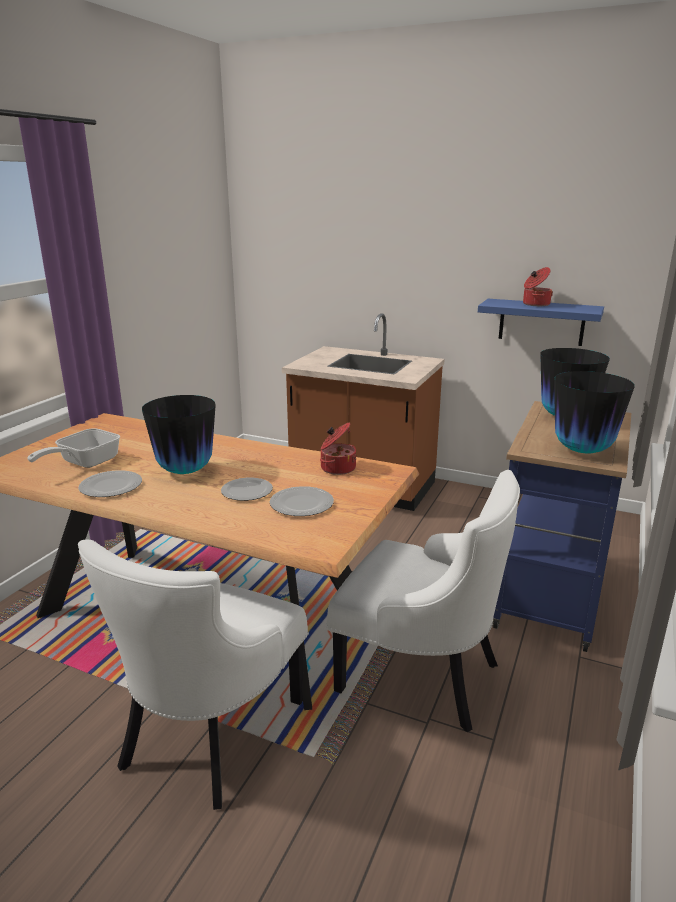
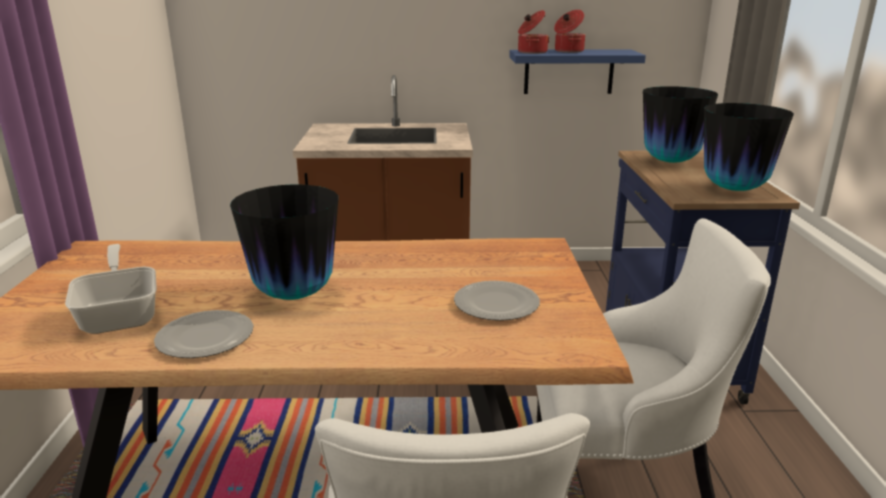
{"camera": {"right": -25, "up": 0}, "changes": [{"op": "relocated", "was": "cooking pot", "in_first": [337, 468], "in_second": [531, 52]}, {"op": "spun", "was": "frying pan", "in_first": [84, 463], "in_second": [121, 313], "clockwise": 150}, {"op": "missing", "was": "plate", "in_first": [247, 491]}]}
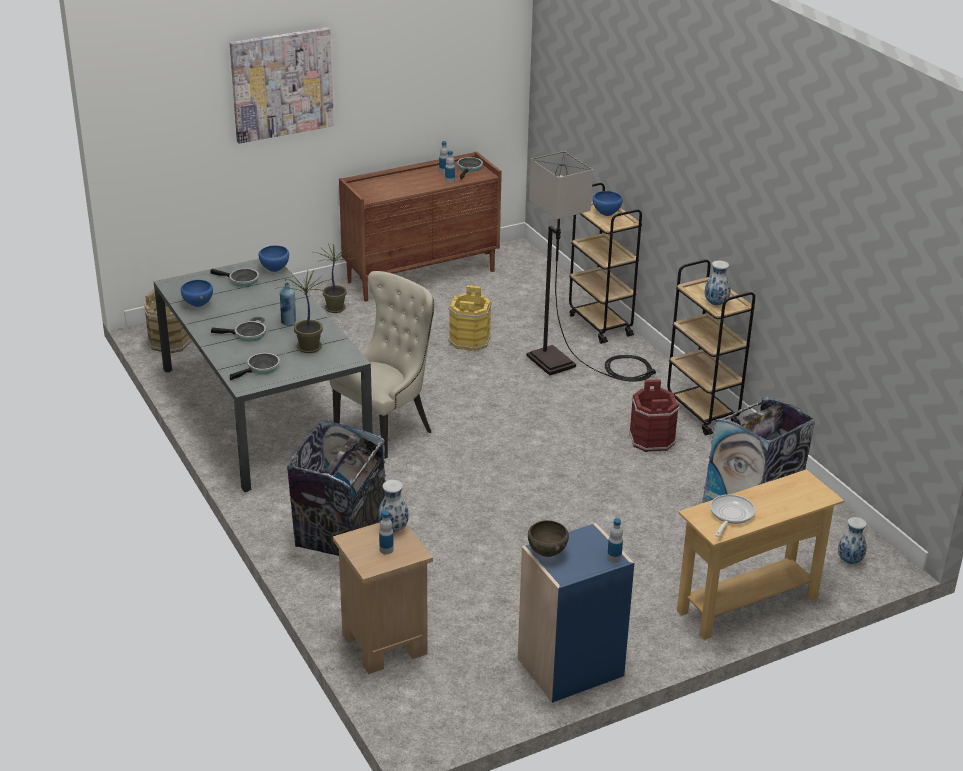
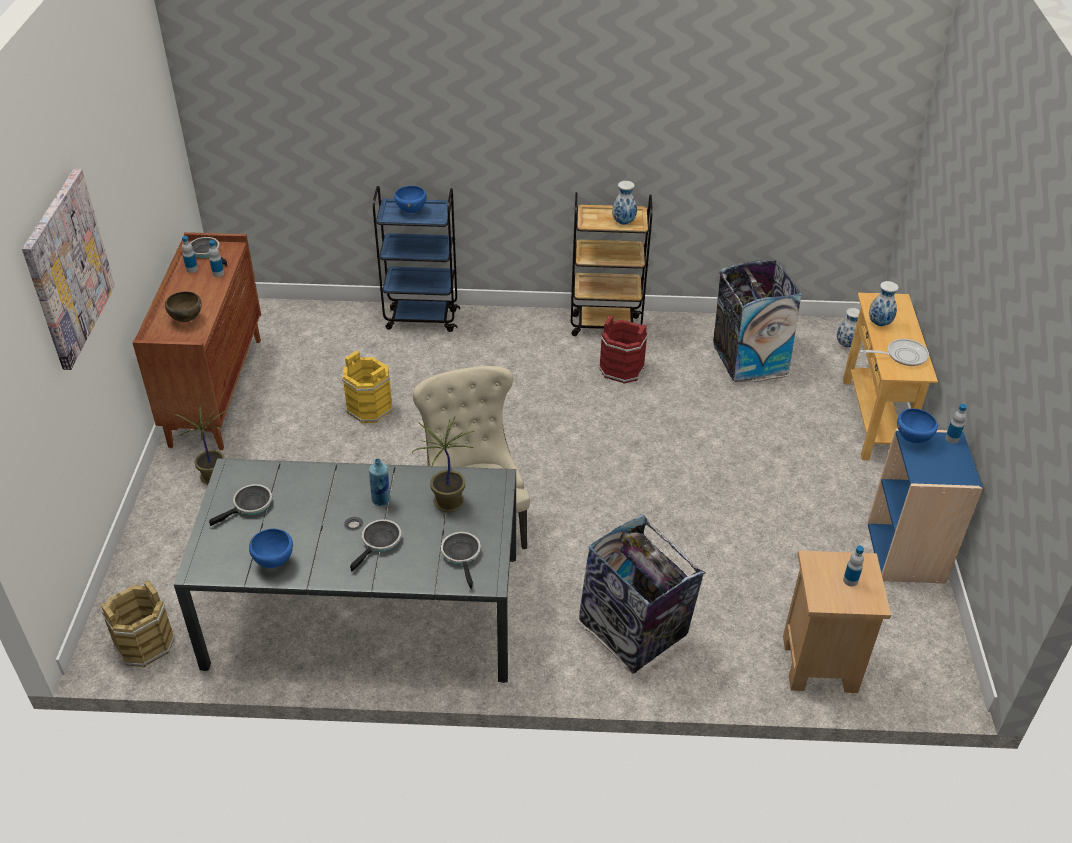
{"camera": {"right": -60, "up": 10}, "changes": [{"op": "missing", "was": "floor lamp", "in_first": [593, 367]}, {"op": "colour", "was": "brown cart", "now": "blue cart", "in_first": [601, 326], "in_second": [422, 319]}, {"op": "relocated", "was": "blue bowl", "in_first": [275, 270], "in_second": [912, 439]}, {"op": "relocated", "was": "vase", "in_first": [394, 529], "in_second": [879, 323]}, {"op": "spun", "was": "frying pan", "in_first": [730, 515], "in_second": [902, 356], "clockwise": 120}, {"op": "relocated", "was": "brown bowl", "in_first": [547, 553], "in_second": [186, 319]}]}
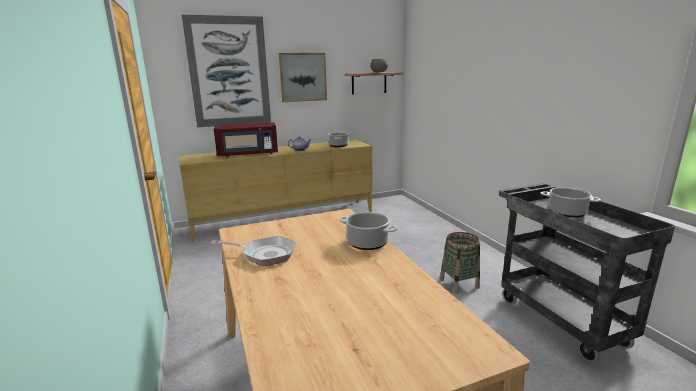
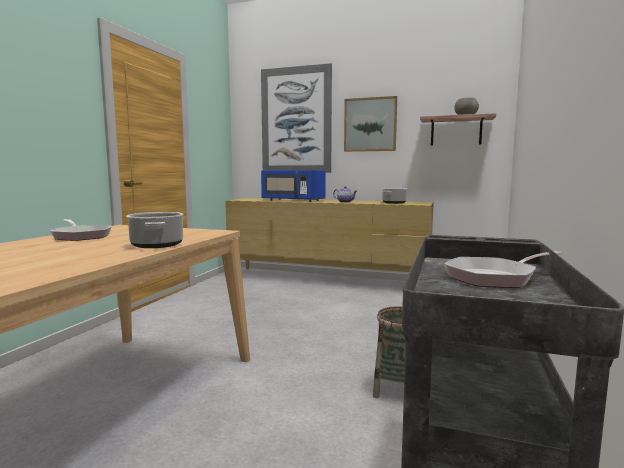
{"camera": {"right": 40, "up": -10}, "changes": [{"op": "colour", "was": "red microwave", "now": "blue microwave", "in_first": [248, 154], "in_second": [292, 200]}, {"op": "exchanged", "was": "cooking pot", "now": "frying pan", "in_first": [567, 212], "in_second": [495, 277]}]}
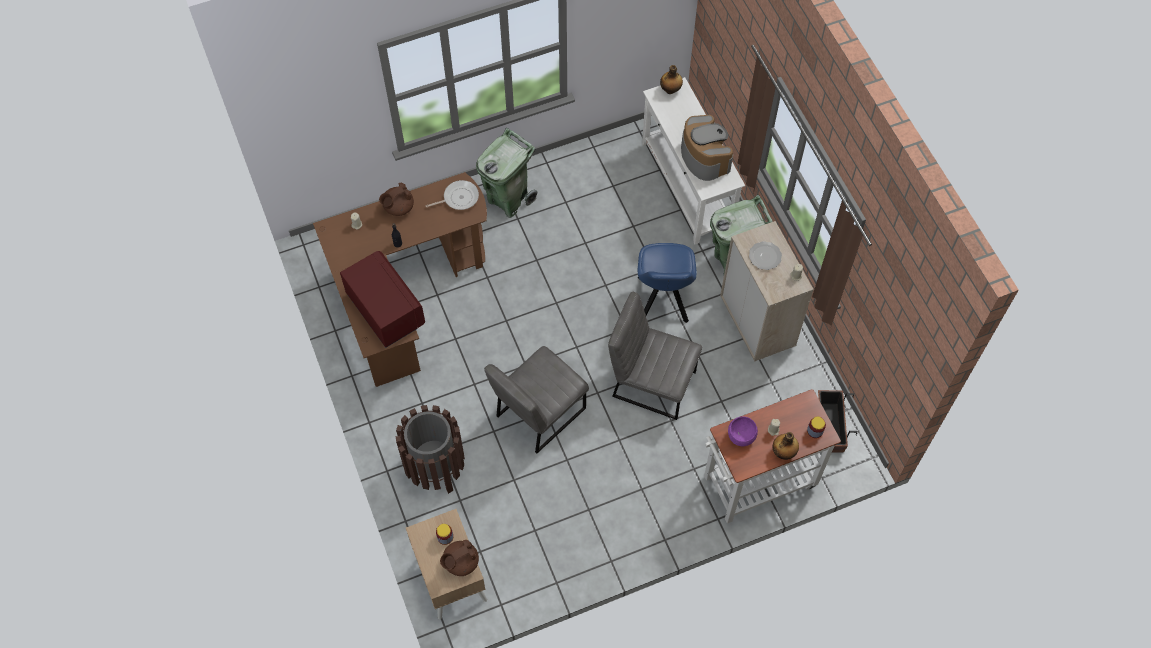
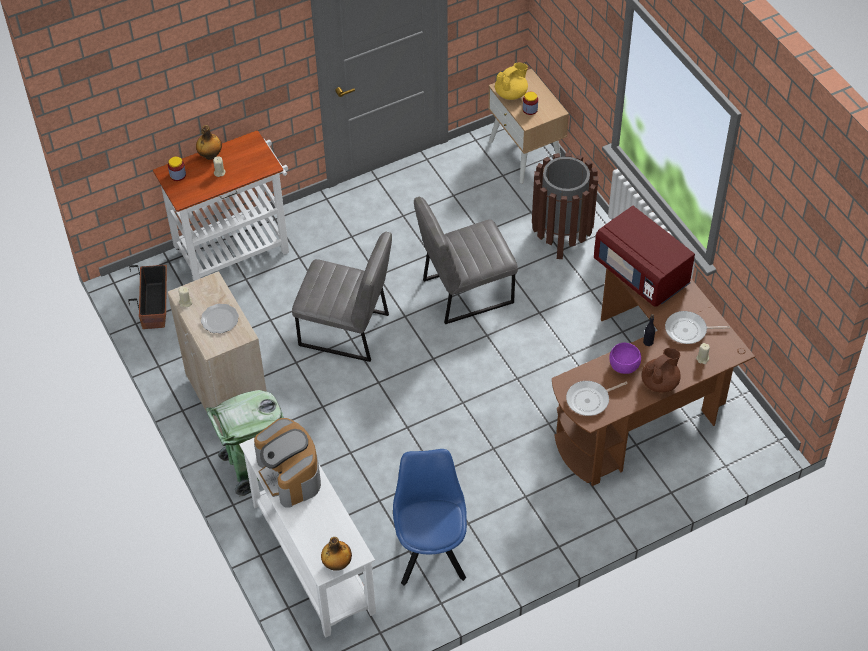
{"camera": {"right": 175, "up": -10}, "changes": [{"op": "missing", "was": "green trash can", "in_first": [508, 199]}, {"op": "relocated", "was": "blue chair", "in_first": [663, 299], "in_second": [430, 553]}, {"op": "spun", "was": "grey chair", "in_first": [538, 413], "in_second": [465, 291], "clockwise": -150}, {"op": "relocated", "was": "purple bowl", "in_first": [740, 436], "in_second": [624, 367]}, {"op": "colour", "was": "brown teapot", "now": "yellow teapot", "in_first": [460, 562], "in_second": [511, 93]}, {"op": "appeared", "now": "frying pan", "in_second": [688, 330]}]}
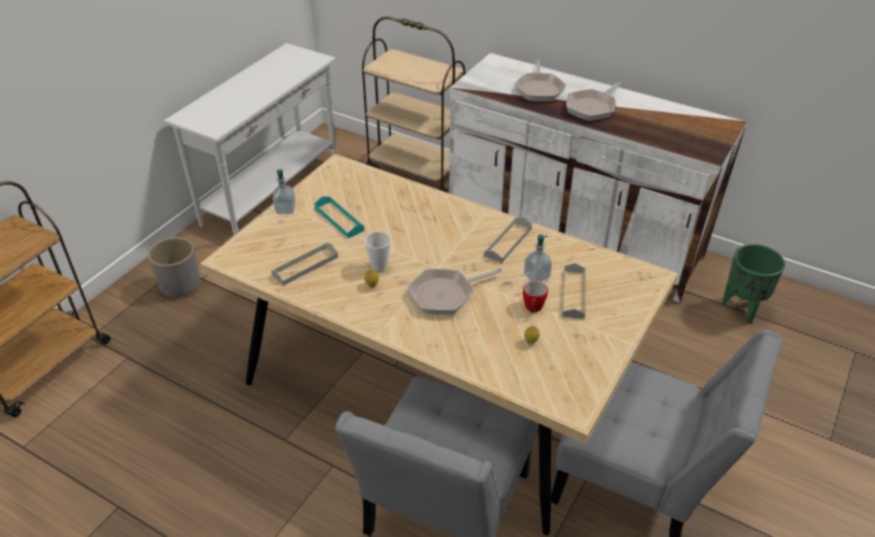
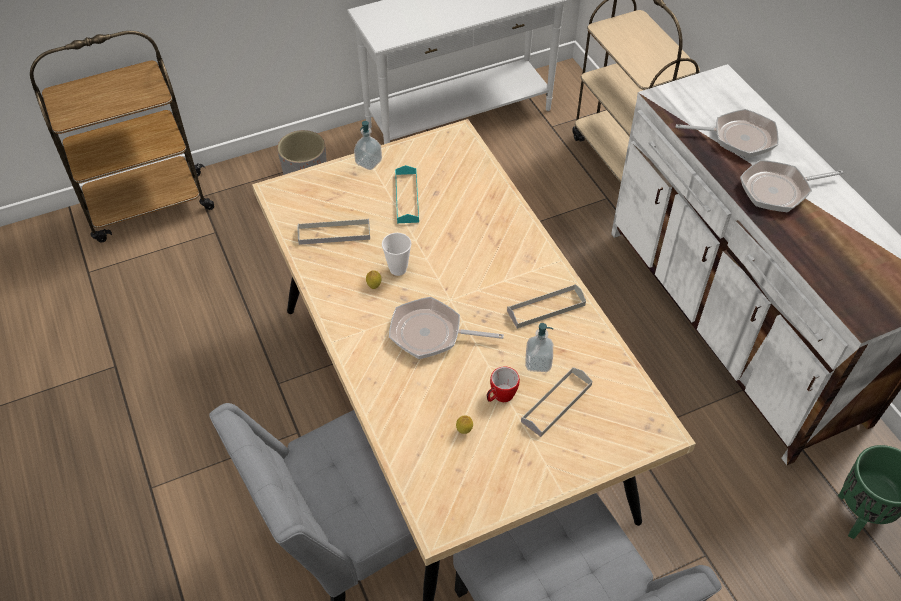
{"camera": {"right": 35, "up": 10}, "changes": [{"op": "spun", "was": "frying pan", "in_first": [539, 89], "in_second": [738, 138], "clockwise": -120}]}
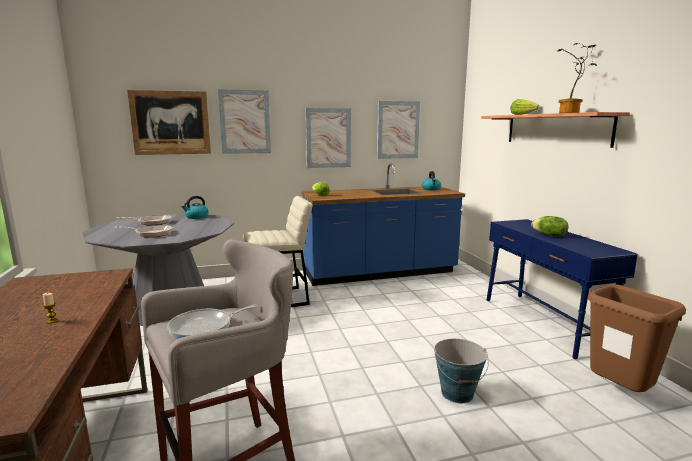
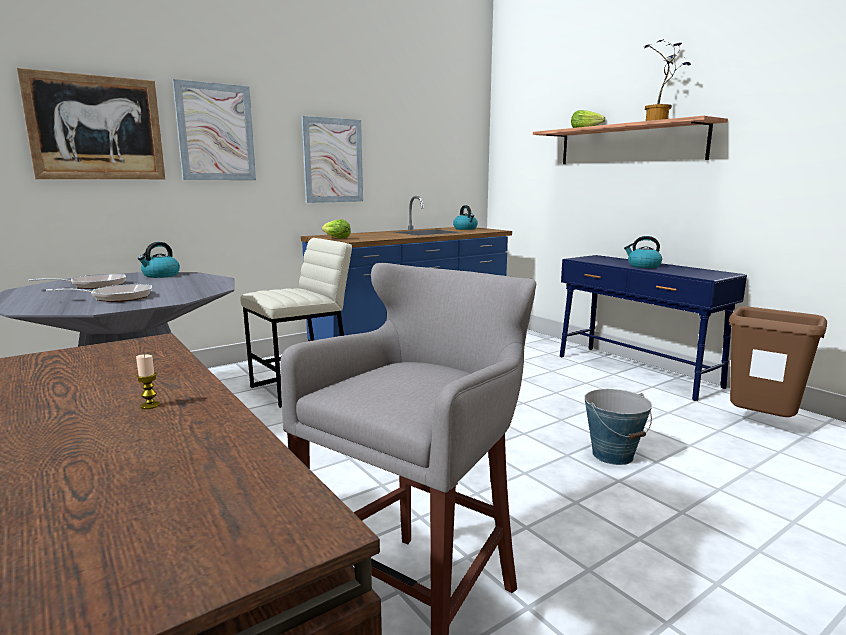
{"camera": {"right": -20, "up": 0}, "changes": [{"op": "missing", "was": "picture", "in_first": [398, 130]}, {"op": "exchanged", "was": "lettuce", "now": "kettle", "in_first": [549, 235], "in_second": [643, 266]}, {"op": "missing", "was": "frying pan", "in_first": [204, 328]}]}
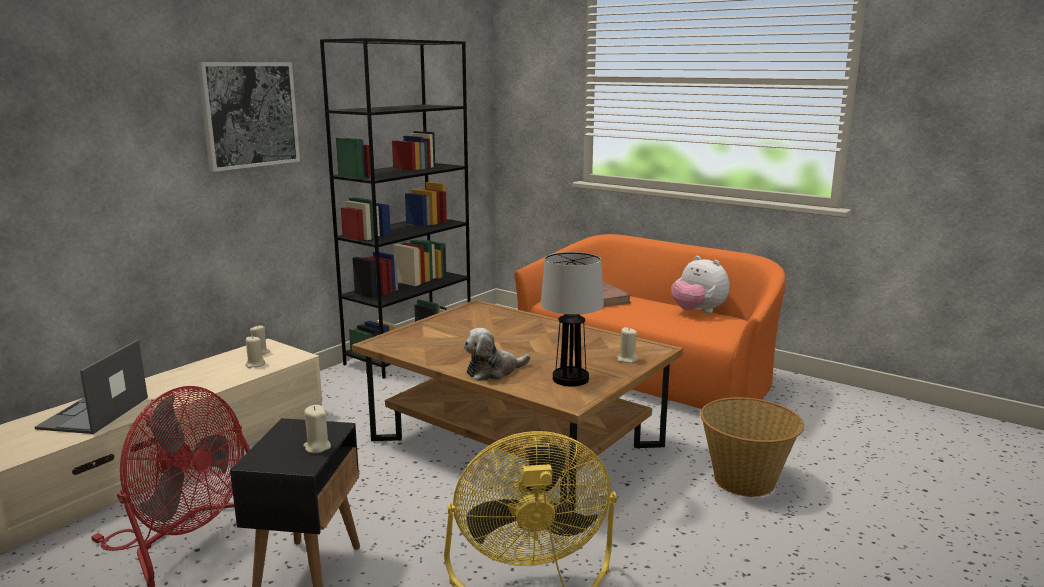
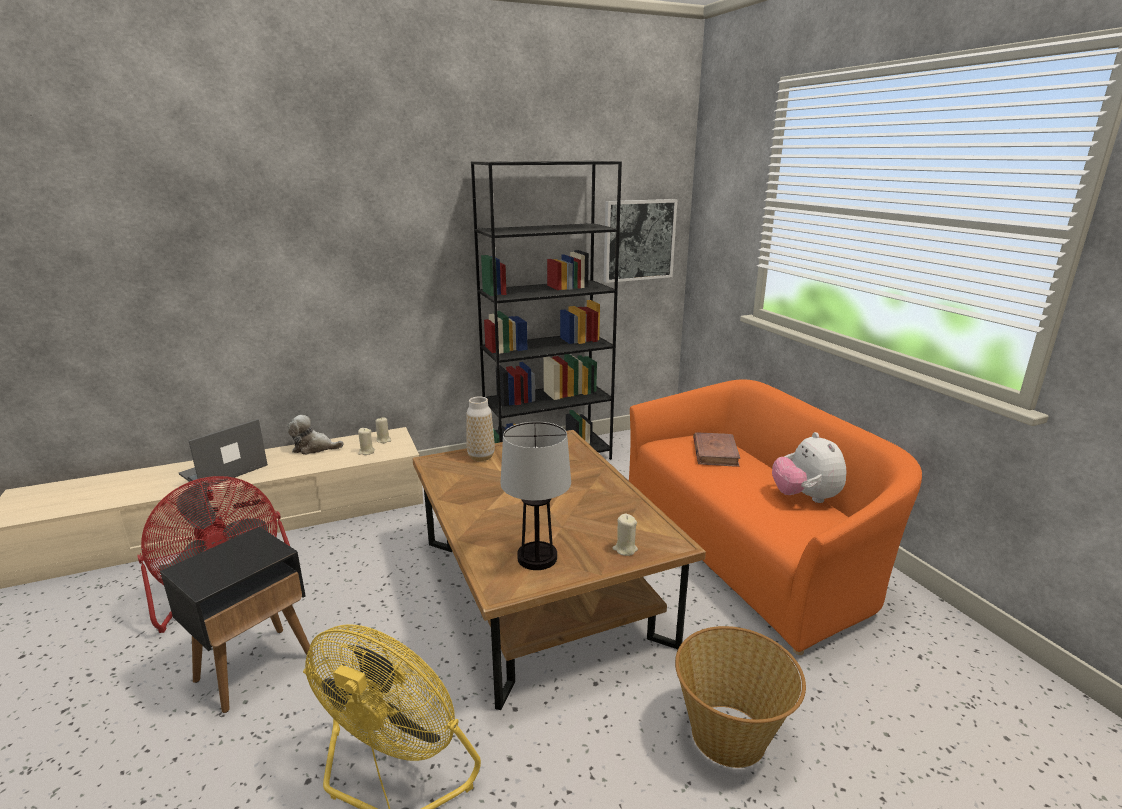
{"camera": {"right": 30, "up": 5}, "changes": [{"op": "relocated", "was": "picture", "in_first": [249, 114], "in_second": [638, 240]}, {"op": "relocated", "was": "plush toy", "in_first": [493, 371], "in_second": [314, 448]}, {"op": "missing", "was": "beige candle", "in_first": [317, 447]}, {"op": "appeared", "now": "vase", "in_second": [481, 457]}]}
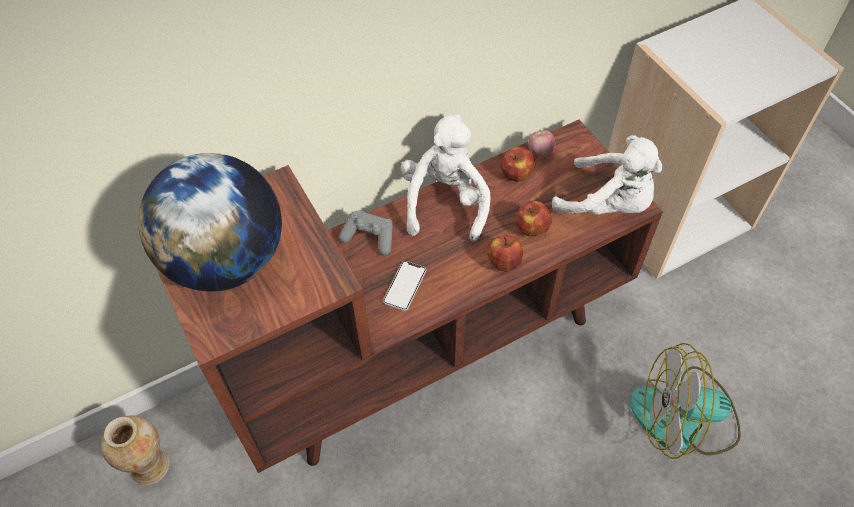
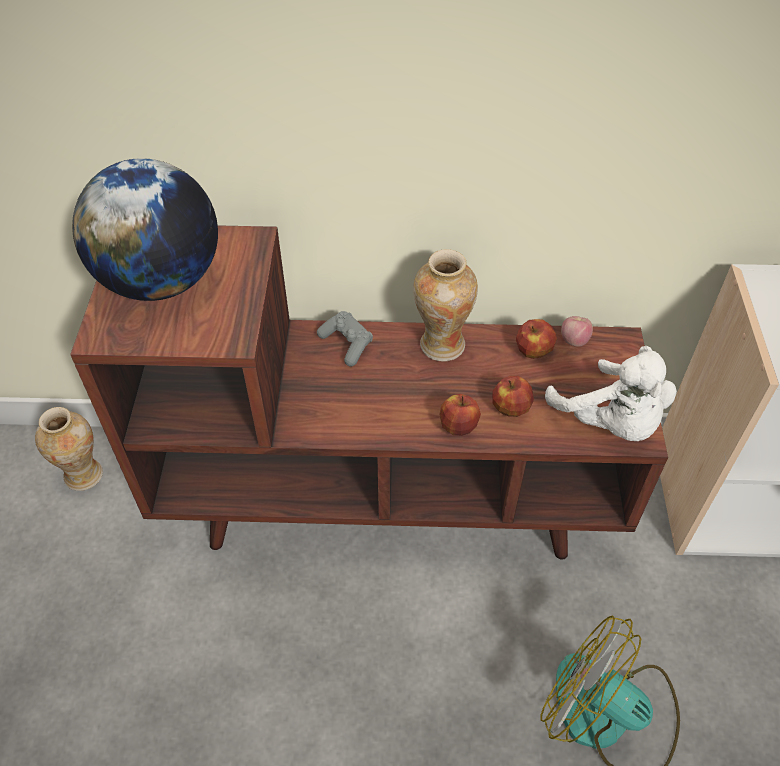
{"camera": {"right": 30, "up": -5}, "changes": [{"op": "exchanged", "was": "white plush toy", "now": "vase", "in_first": [445, 202], "in_second": [442, 345]}, {"op": "missing", "was": "phone", "in_first": [404, 286]}]}
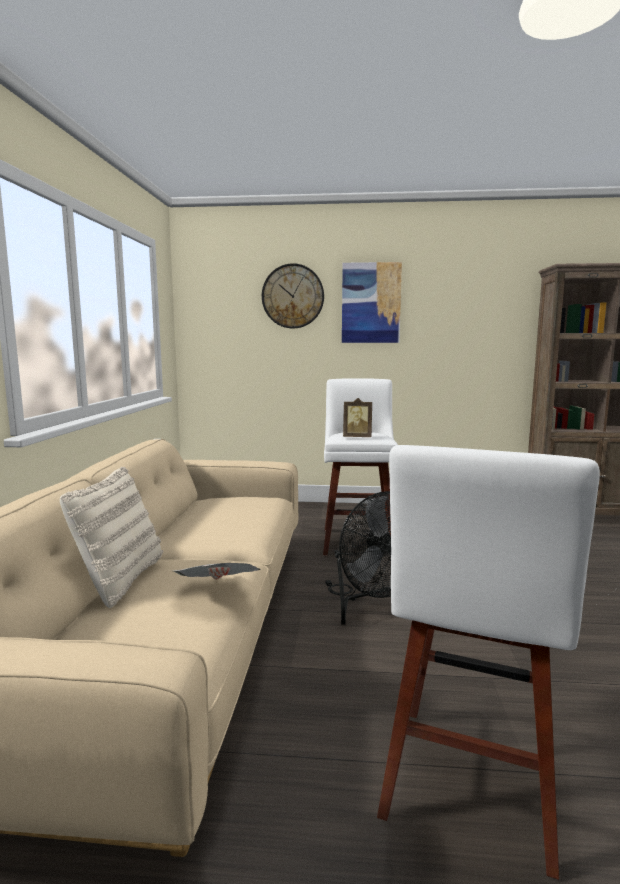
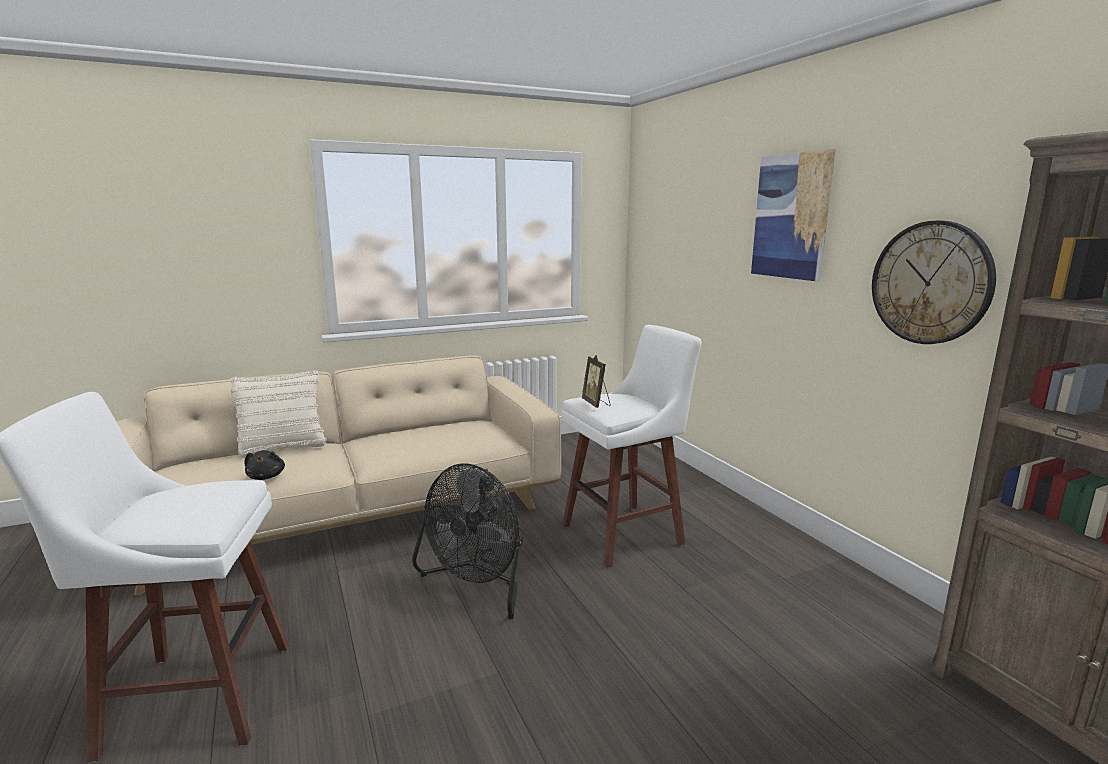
{"camera": {"right": 60, "up": 5}, "changes": [{"op": "relocated", "was": "wall clock", "in_first": [293, 296], "in_second": [930, 283]}, {"op": "exchanged", "was": "newspaper", "now": "black plush toy", "in_first": [218, 593], "in_second": [266, 477]}]}
